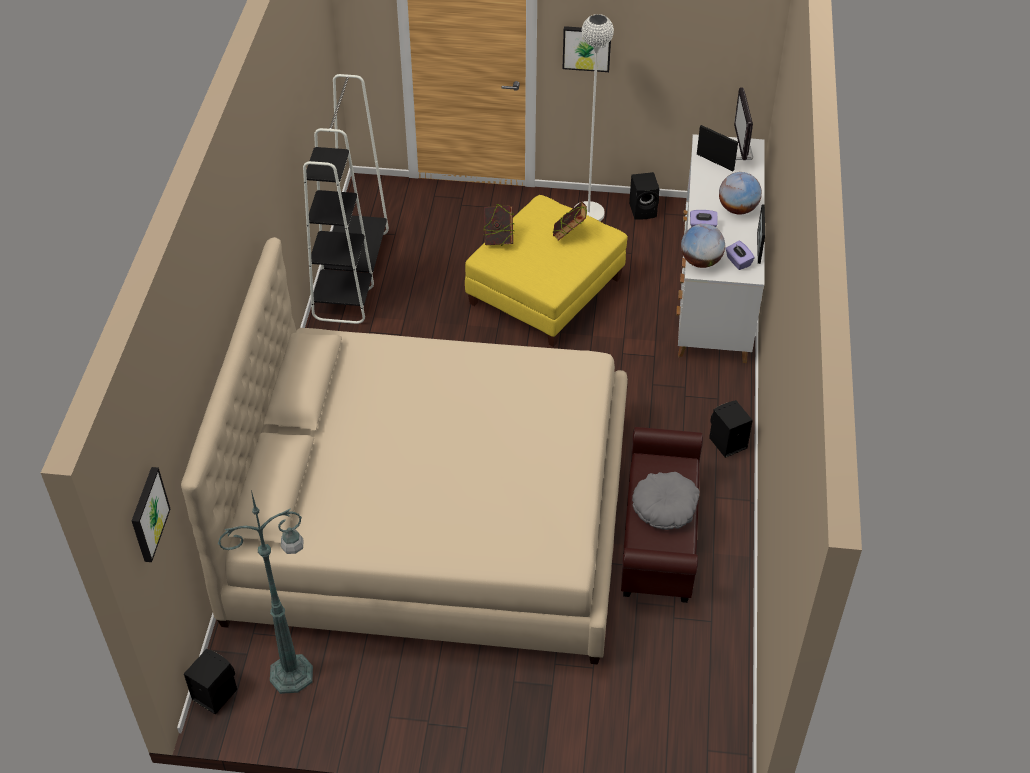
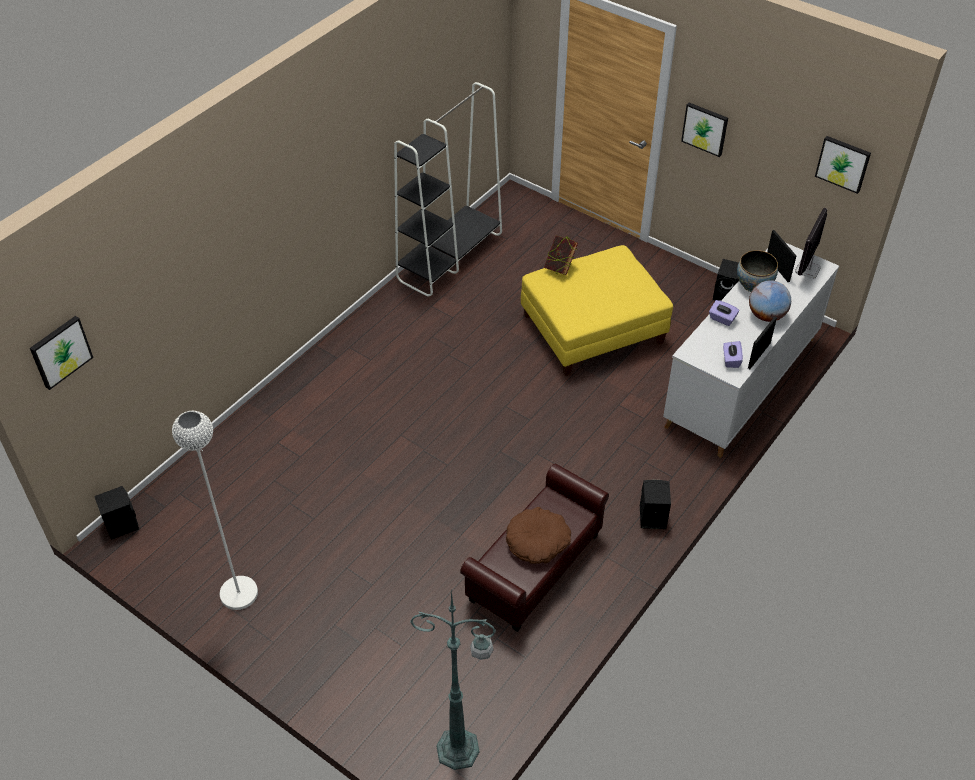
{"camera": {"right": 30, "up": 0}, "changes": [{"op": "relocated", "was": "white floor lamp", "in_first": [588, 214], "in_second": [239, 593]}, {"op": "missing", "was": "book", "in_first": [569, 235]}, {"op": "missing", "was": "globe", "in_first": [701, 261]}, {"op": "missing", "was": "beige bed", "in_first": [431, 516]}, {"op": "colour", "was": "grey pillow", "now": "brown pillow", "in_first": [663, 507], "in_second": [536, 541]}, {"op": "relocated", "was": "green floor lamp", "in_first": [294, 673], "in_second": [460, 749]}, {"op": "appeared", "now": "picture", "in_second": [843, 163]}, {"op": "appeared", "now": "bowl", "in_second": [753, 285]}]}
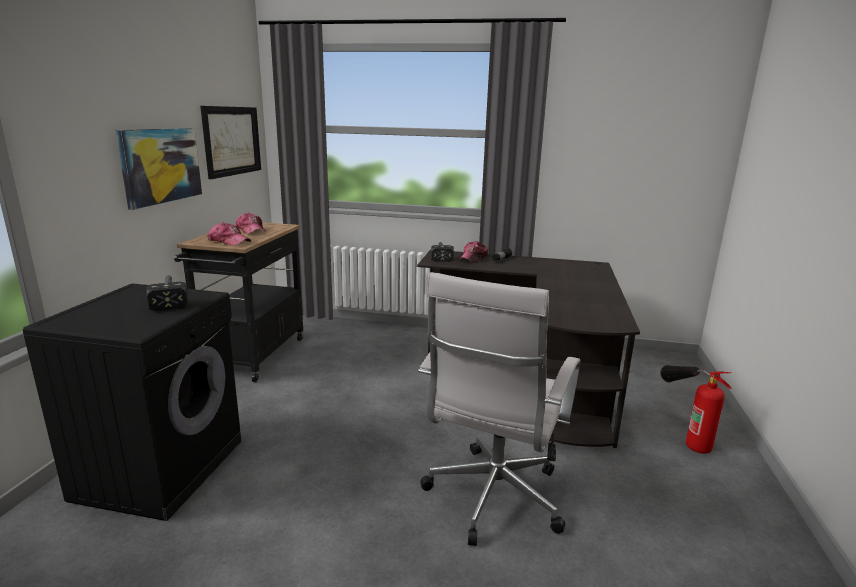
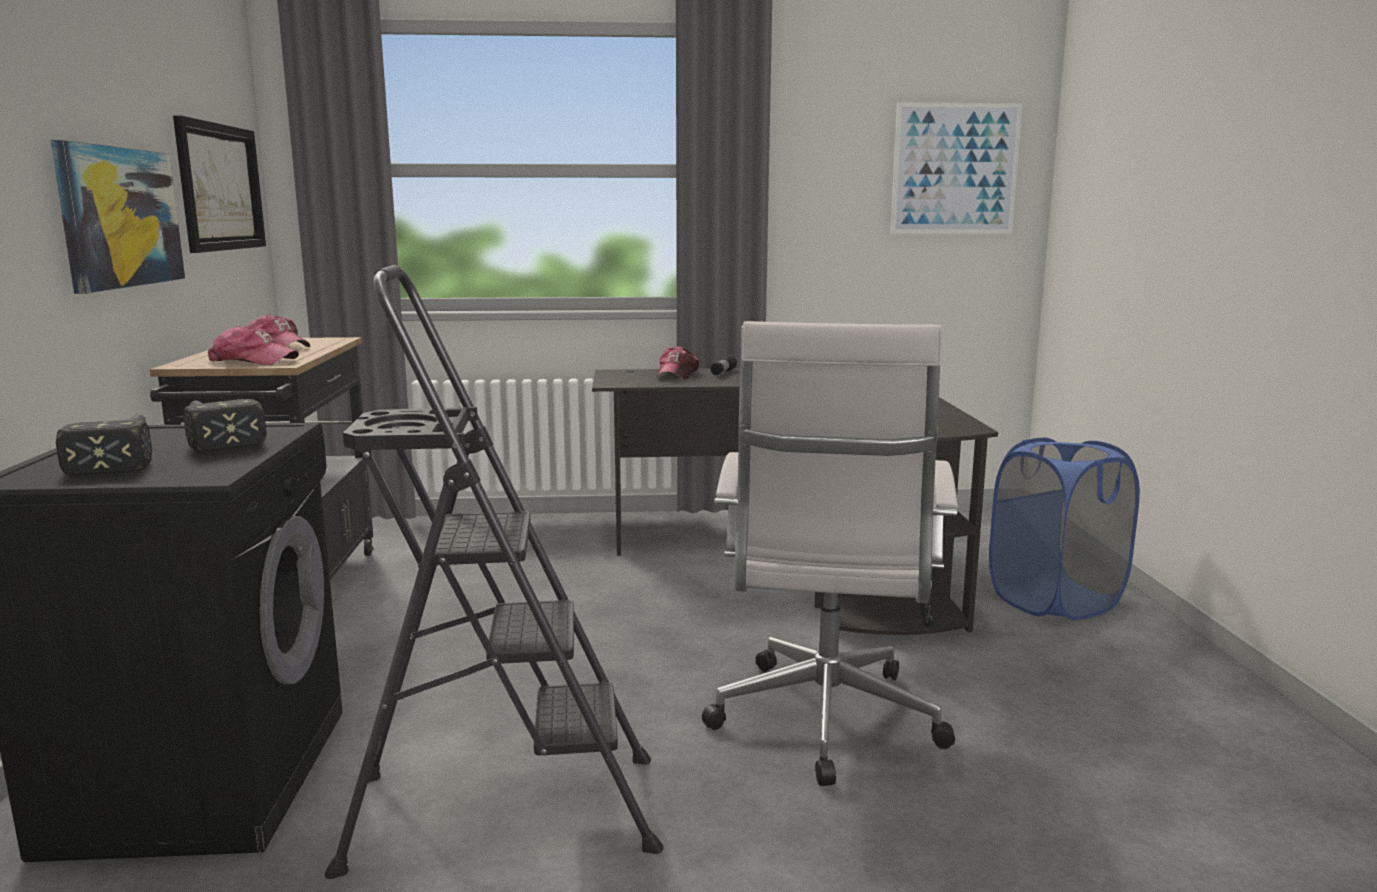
{"camera": {"right": -15, "up": -5}, "changes": [{"op": "relocated", "was": "hammer", "in_first": [441, 255], "in_second": [125, 454]}, {"op": "exchanged", "was": "fire extinguisher", "now": "blue laundry basket", "in_first": [683, 433], "in_second": [1054, 601]}, {"op": "appeared", "now": "picture", "in_second": [955, 169]}, {"op": "appeared", "now": "step ladder", "in_second": [498, 811]}]}
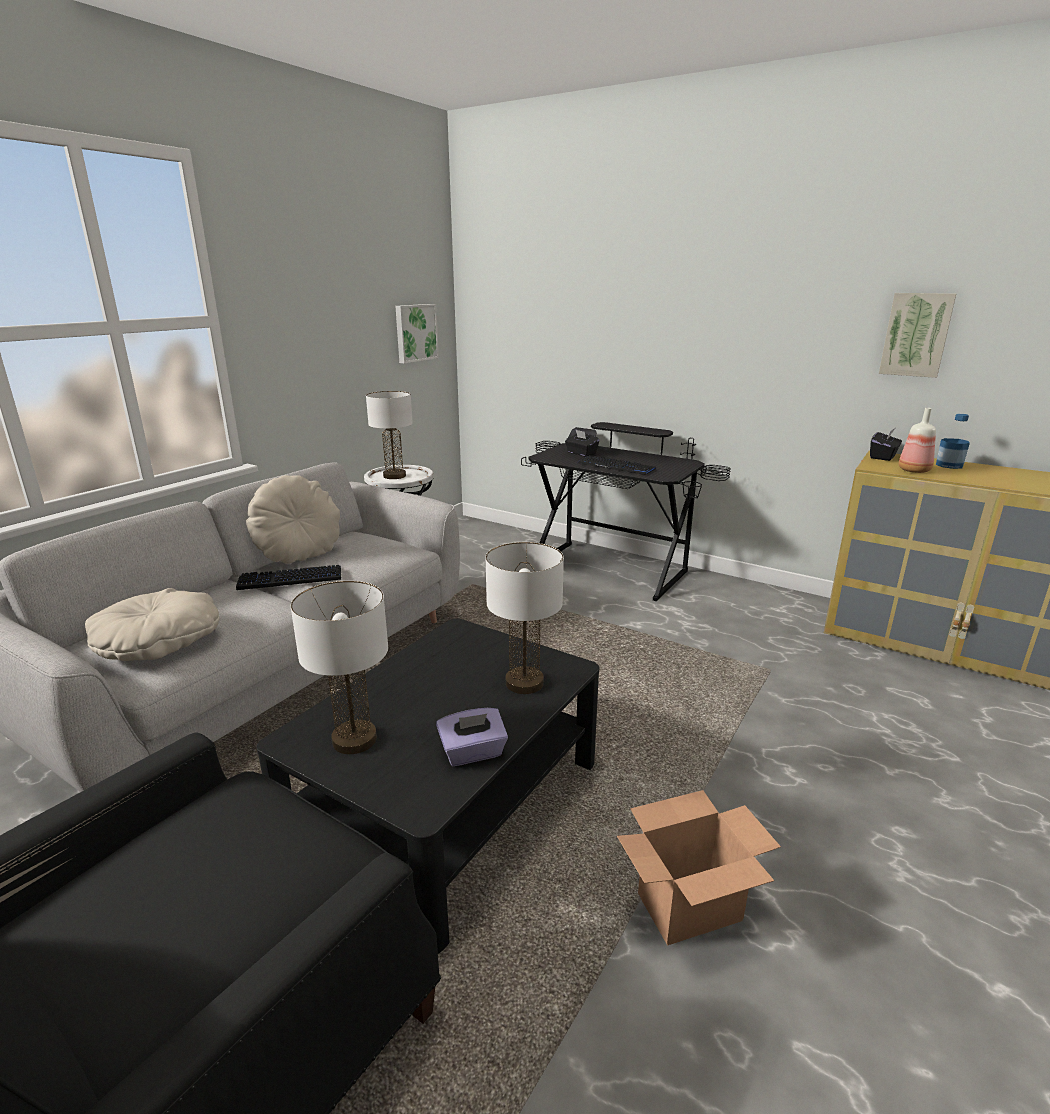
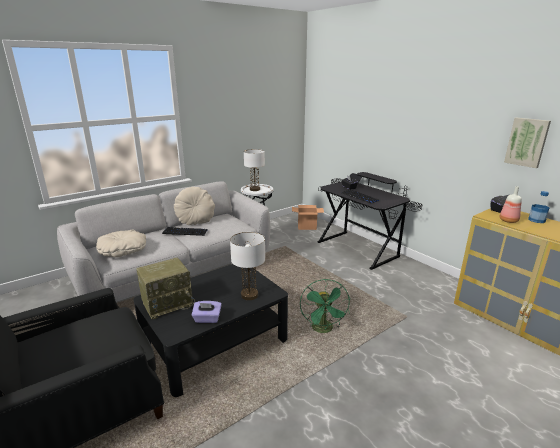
{"camera": {"right": 20, "up": 0}, "changes": [{"op": "missing", "was": "picture", "in_first": [415, 333]}, {"op": "exchanged", "was": "table lamp", "now": "radio", "in_first": [354, 739], "in_second": [168, 303]}, {"op": "relocated", "was": "cardboard box", "in_first": [690, 906], "in_second": [307, 227]}, {"op": "appeared", "now": "green fan", "in_second": [324, 330]}]}
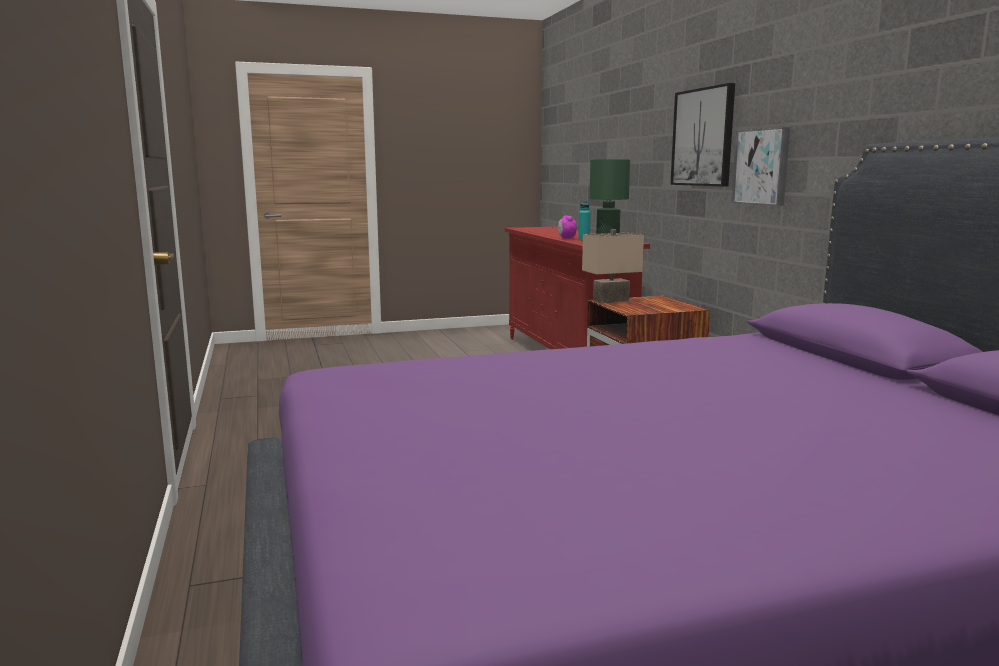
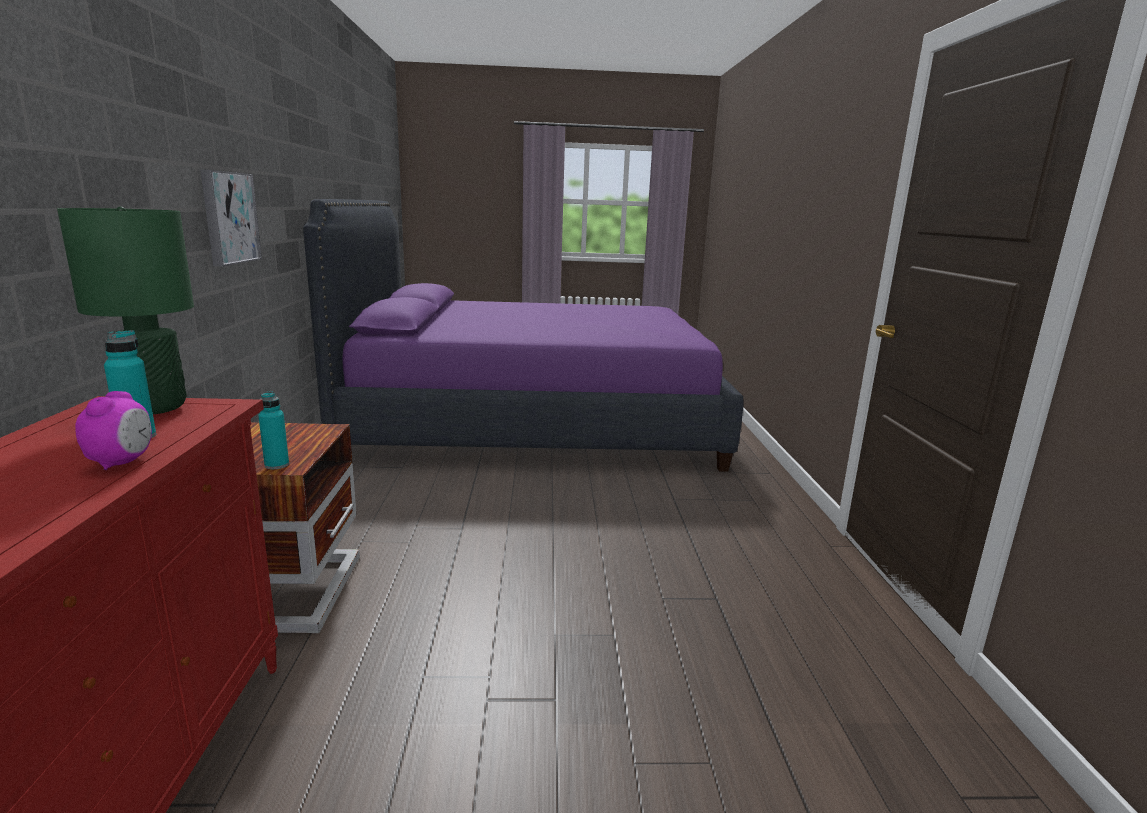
{"camera": {"right": -165, "up": 5}, "changes": [{"op": "missing", "was": "picture", "in_first": [703, 137]}, {"op": "exchanged", "was": "beige table lamp", "now": "turquoise bottle", "in_first": [610, 300], "in_second": [277, 465]}]}
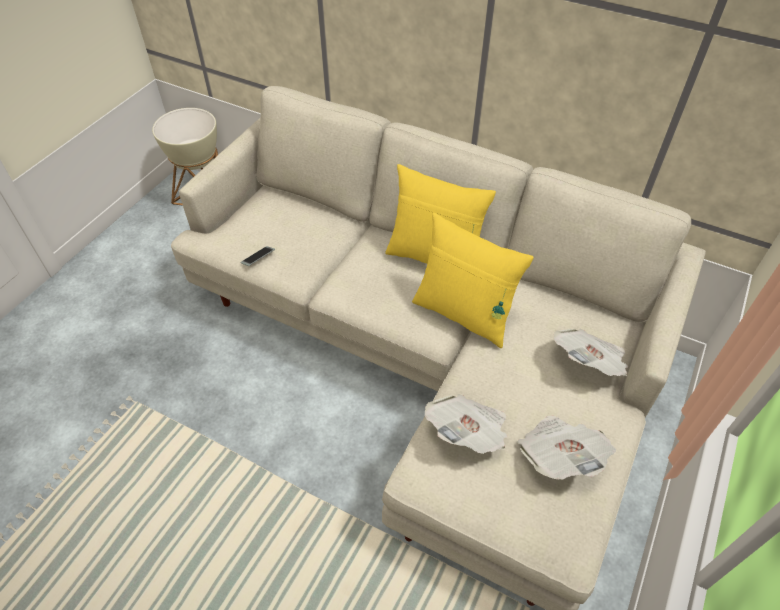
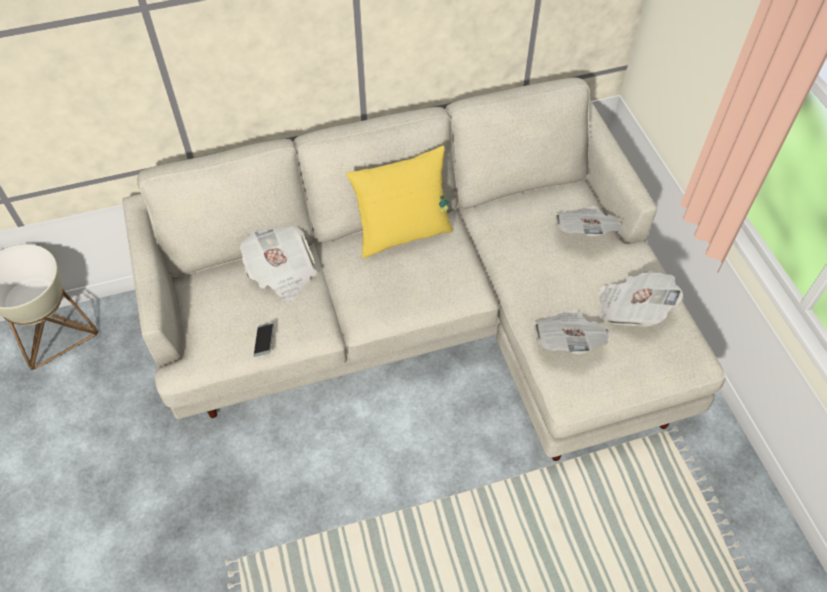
{"camera": {"right": -45, "up": 5}, "changes": [{"op": "missing", "was": "yellow pillow", "in_first": [463, 314]}, {"op": "appeared", "now": "newspaper", "in_second": [281, 272]}]}
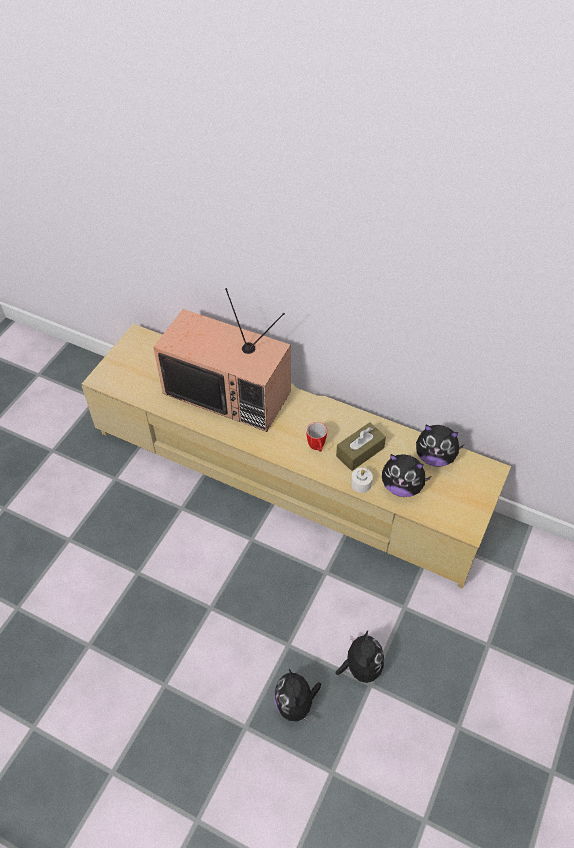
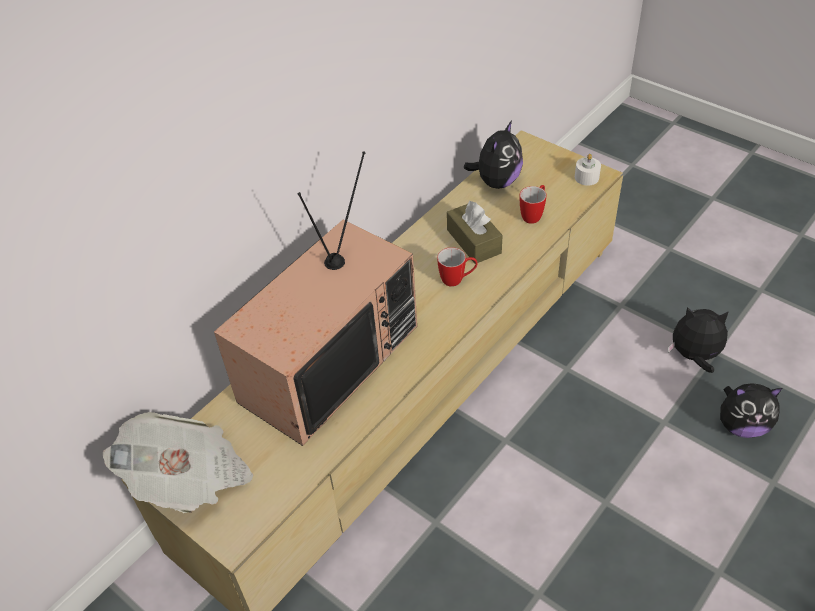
{"camera": {"right": -75, "up": -5}, "changes": [{"op": "exchanged", "was": "plush toy", "now": "mug", "in_first": [402, 487], "in_second": [533, 215]}, {"op": "relocated", "was": "white candle", "in_first": [361, 484], "in_second": [586, 177]}, {"op": "appeared", "now": "newspaper", "in_second": [189, 479]}]}
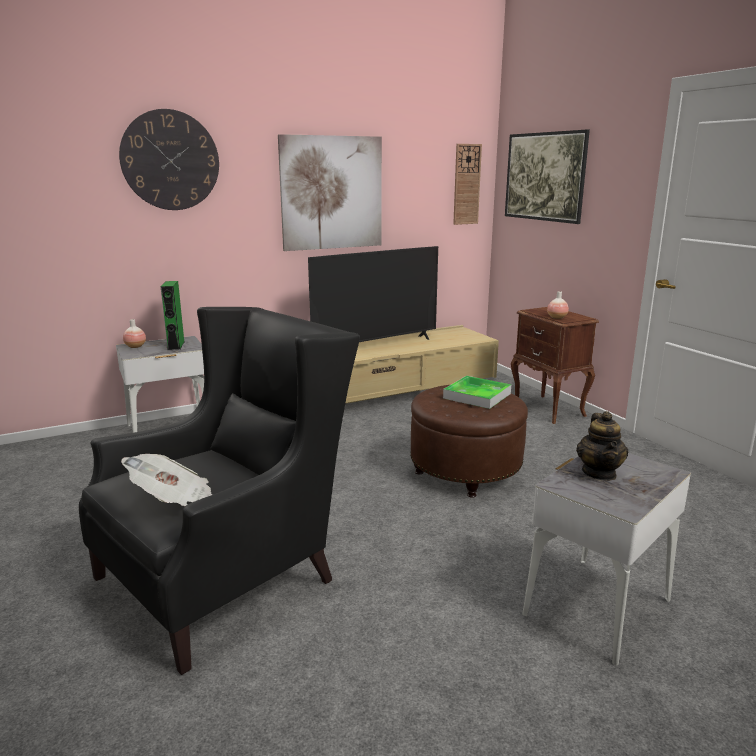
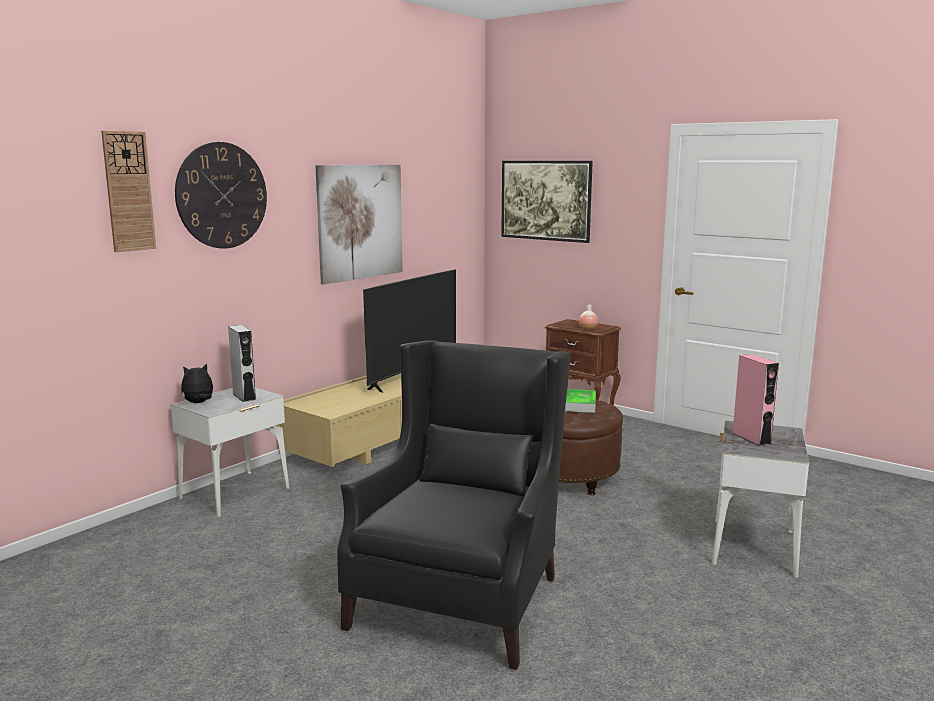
{"camera": {"right": -25, "up": -5}, "changes": [{"op": "relocated", "was": "wall clock", "in_first": [466, 184], "in_second": [128, 191]}, {"op": "colour", "was": "green speaker", "now": "grey speaker", "in_first": [176, 345], "in_second": [244, 396]}, {"op": "exchanged", "was": "vase", "now": "plush toy", "in_first": [135, 346], "in_second": [198, 403]}, {"op": "exchanged", "was": "teapot", "now": "pink speaker", "in_first": [599, 473], "in_second": [751, 438]}, {"op": "missing", "was": "newspaper", "in_first": [175, 501]}]}
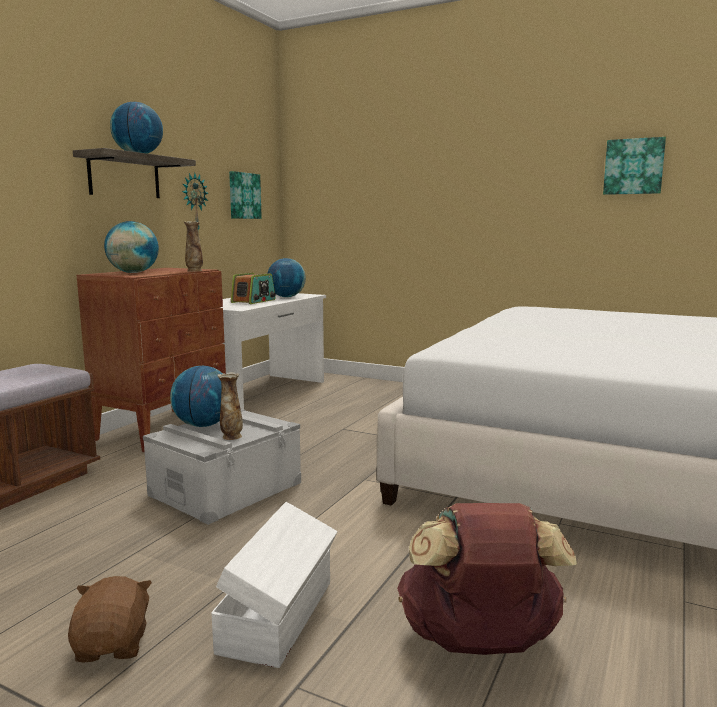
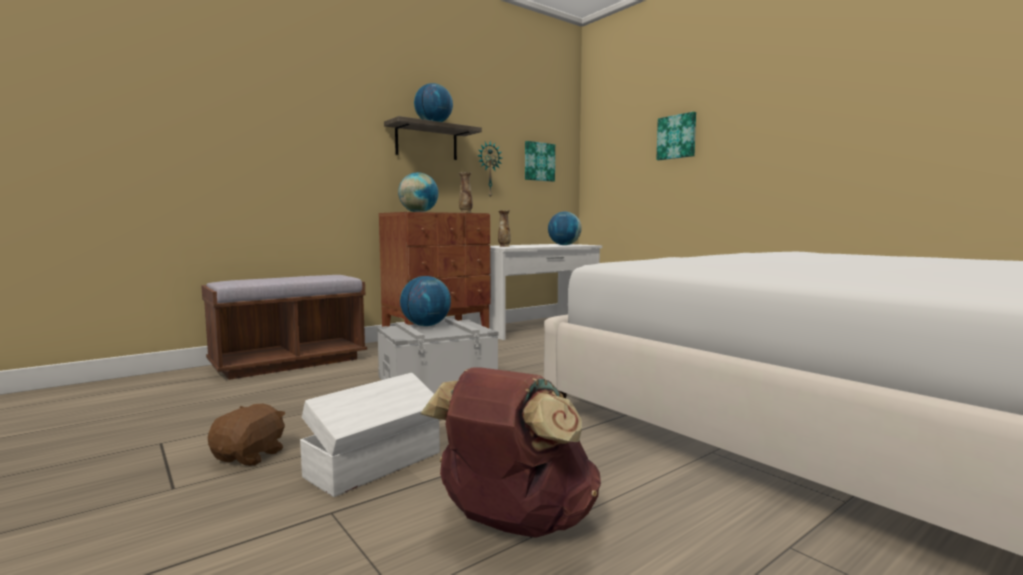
{"camera": {"right": 25, "up": -5}, "changes": [{"op": "relocated", "was": "picture", "in_first": [633, 166], "in_second": [677, 137]}, {"op": "missing", "was": "radio", "in_first": [254, 301]}, {"op": "relocated", "was": "vase", "in_first": [231, 437], "in_second": [504, 246]}]}
